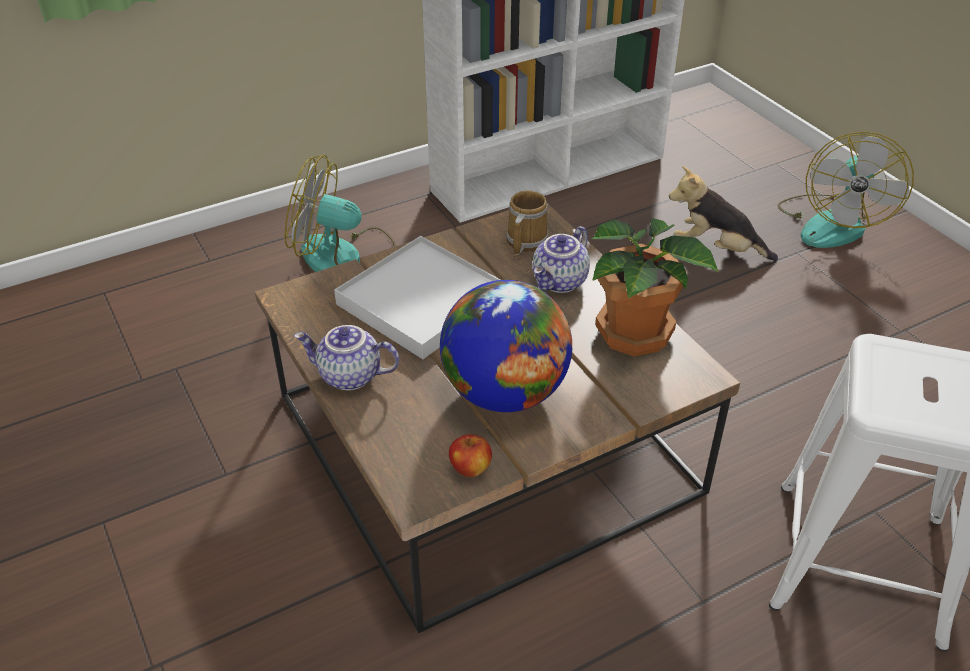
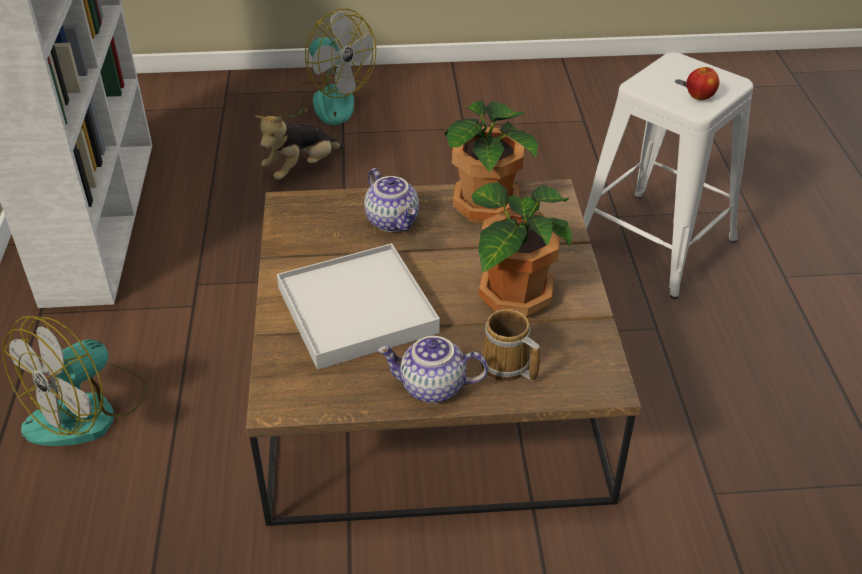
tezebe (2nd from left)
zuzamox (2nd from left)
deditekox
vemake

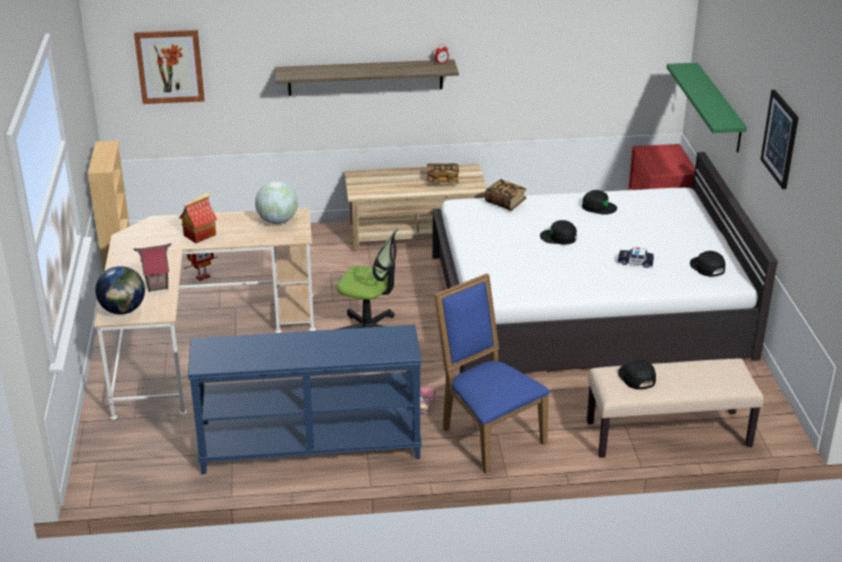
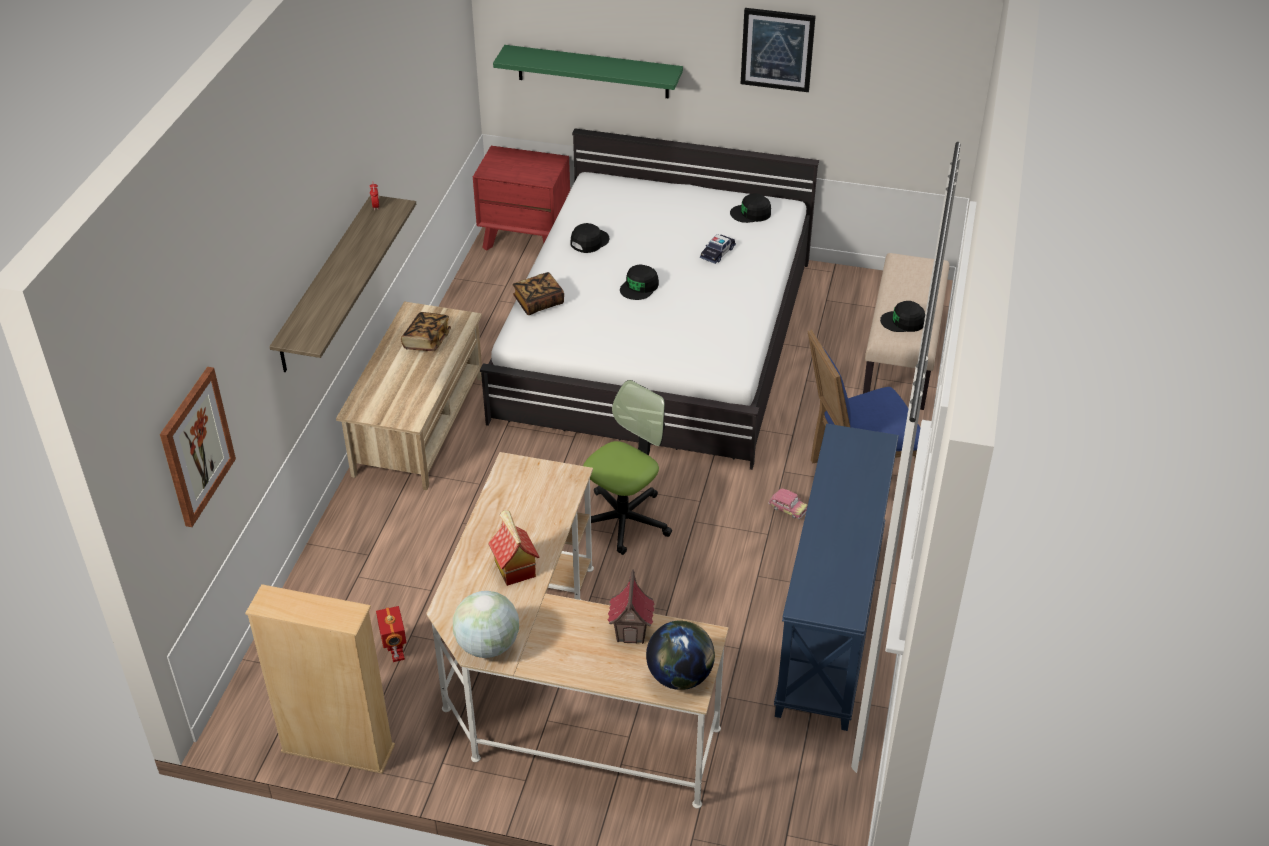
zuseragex (1st from left)

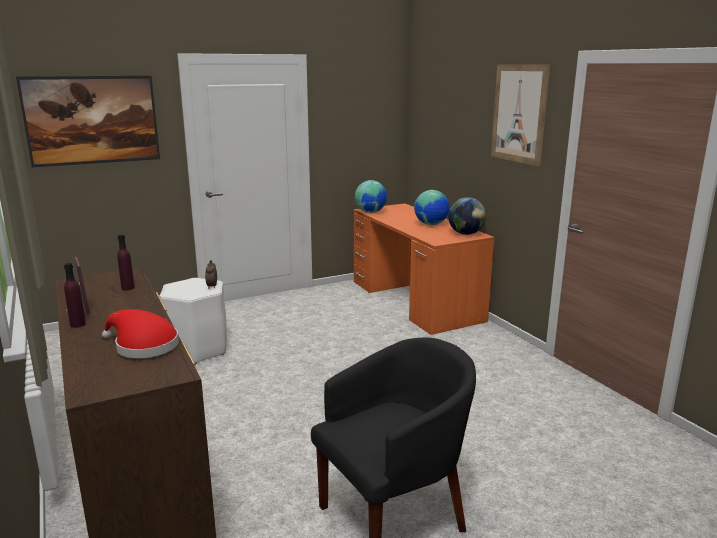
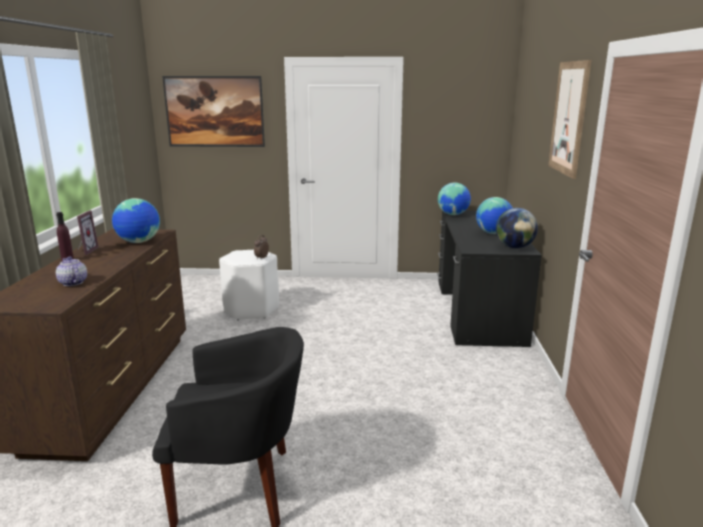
tezebe
zuseragex (1st from left)
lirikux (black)

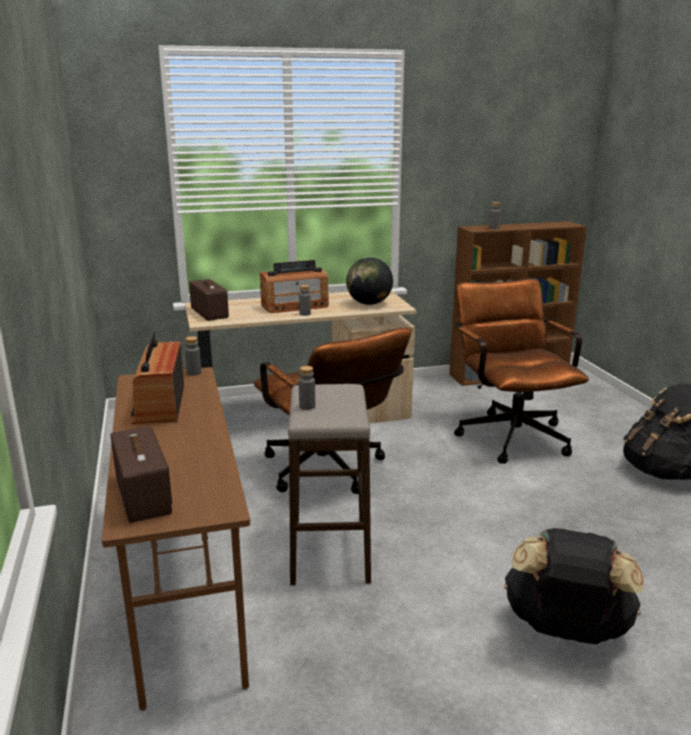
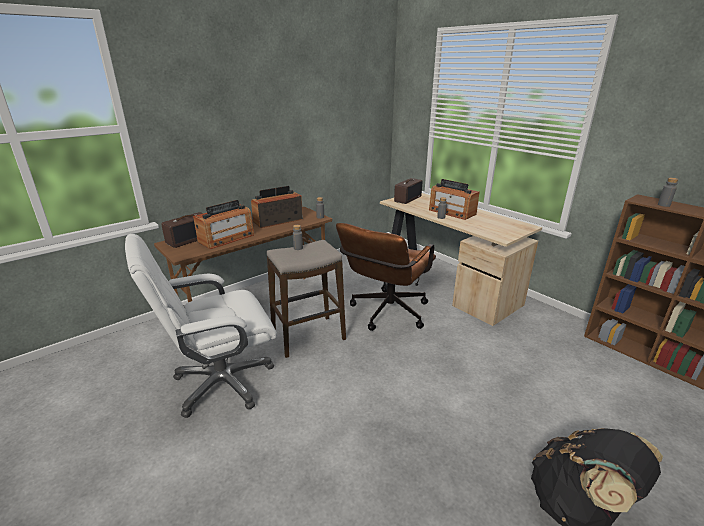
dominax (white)
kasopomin (2nd from left)
zuseragex
dominax (brown) (2nd from left in the first image)
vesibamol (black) (1st from left in the first image)

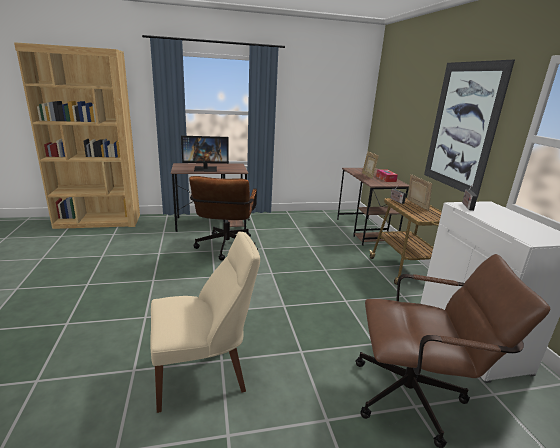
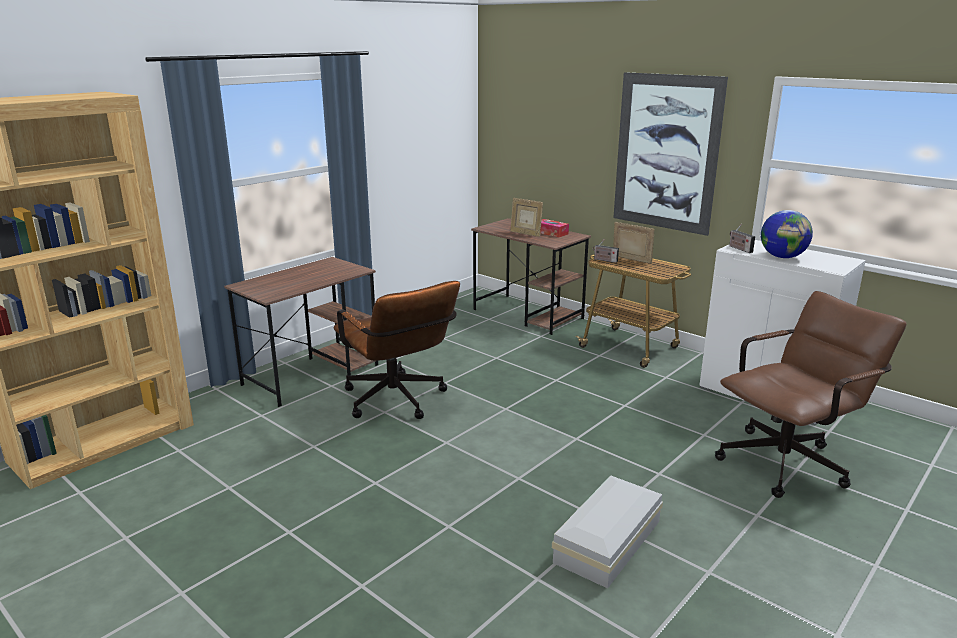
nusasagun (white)
zuseragex
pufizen

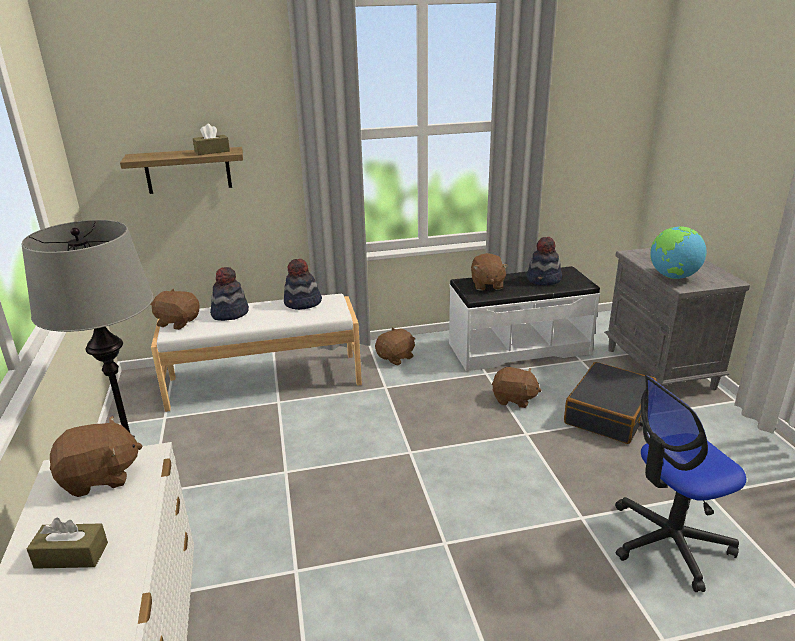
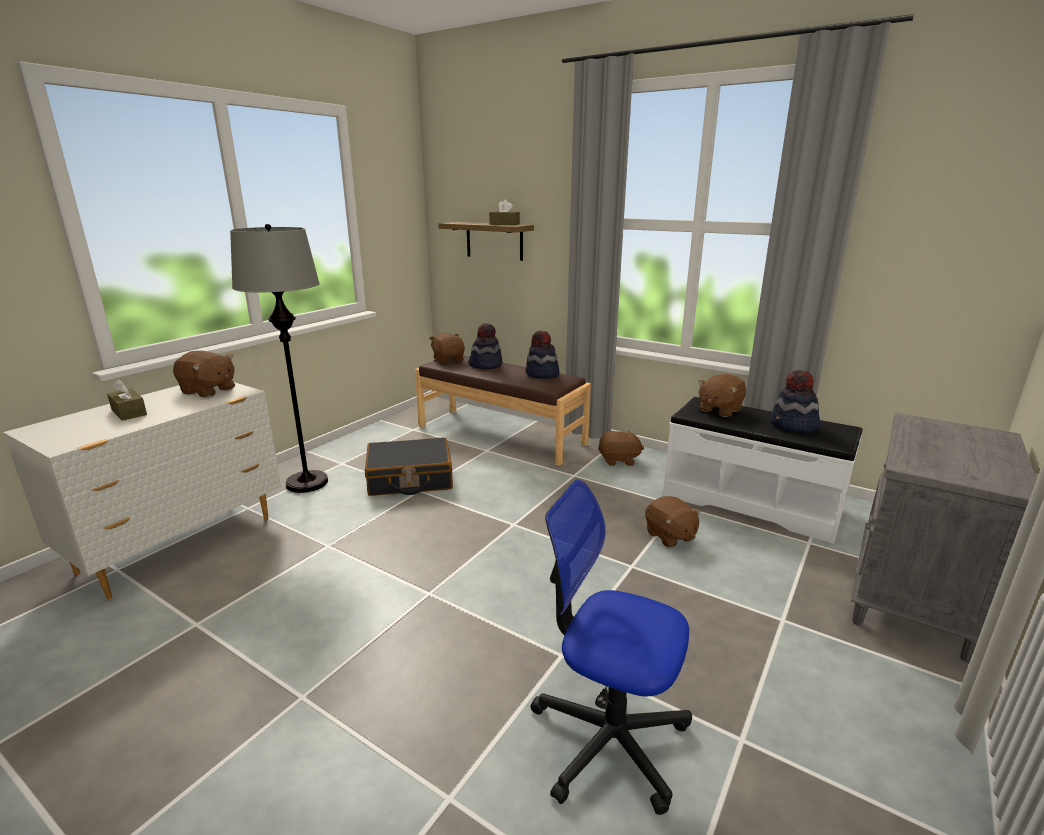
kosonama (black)
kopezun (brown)
zuseragex

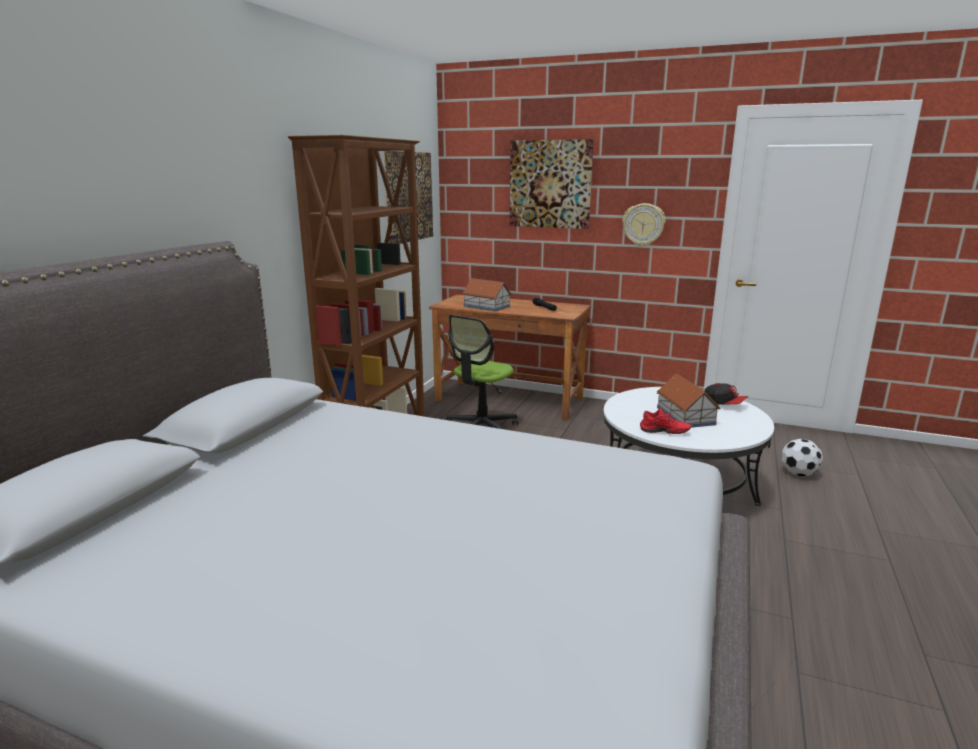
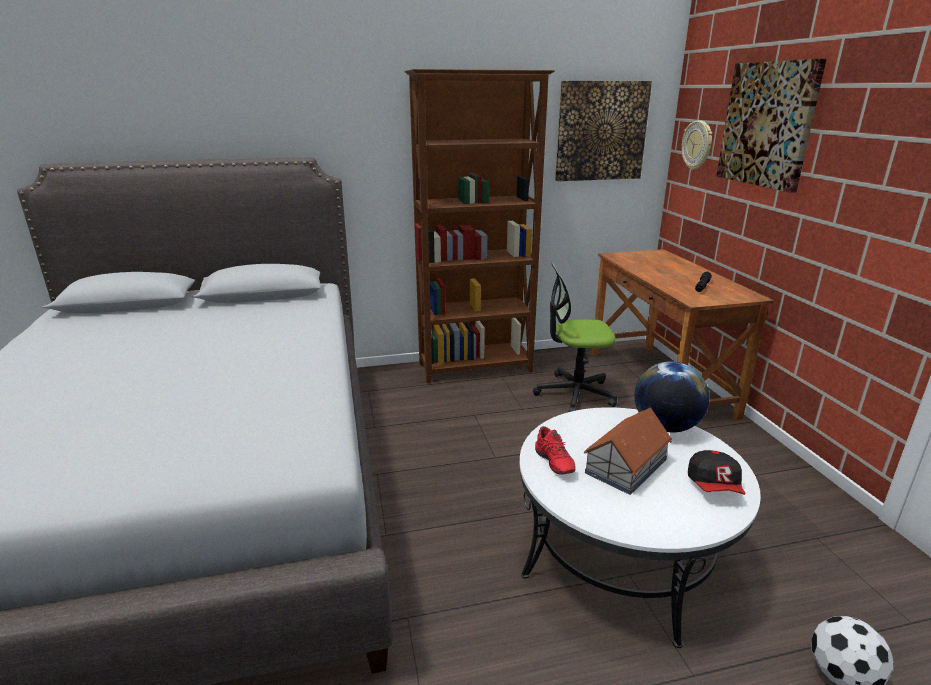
zuseragex
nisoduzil
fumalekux (1st from left in the first image)

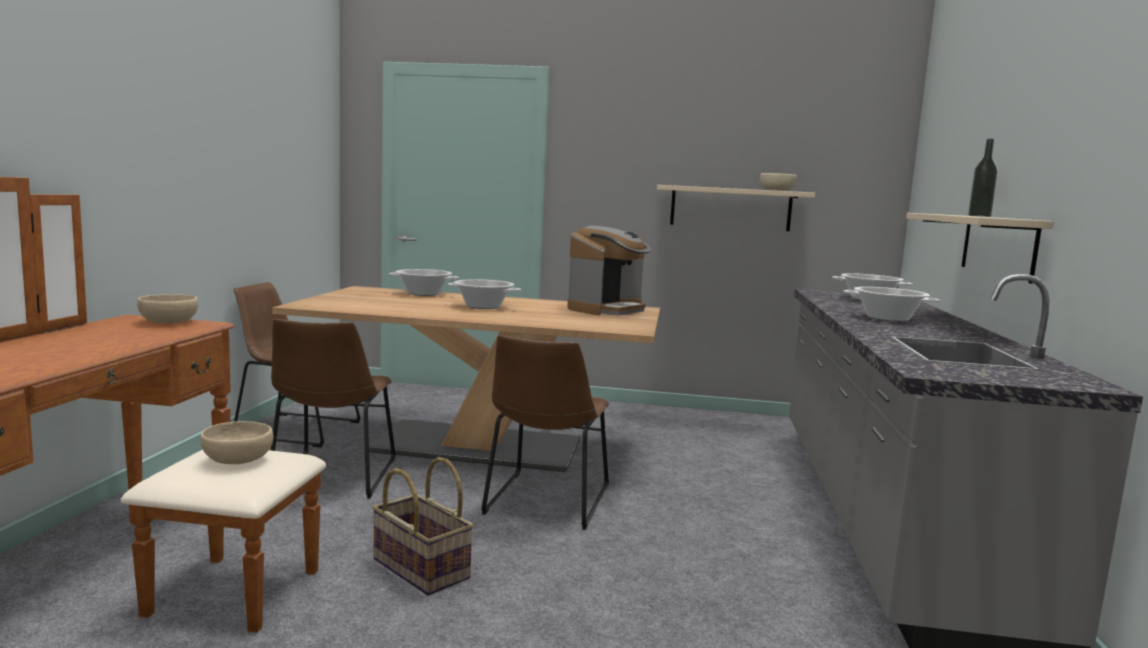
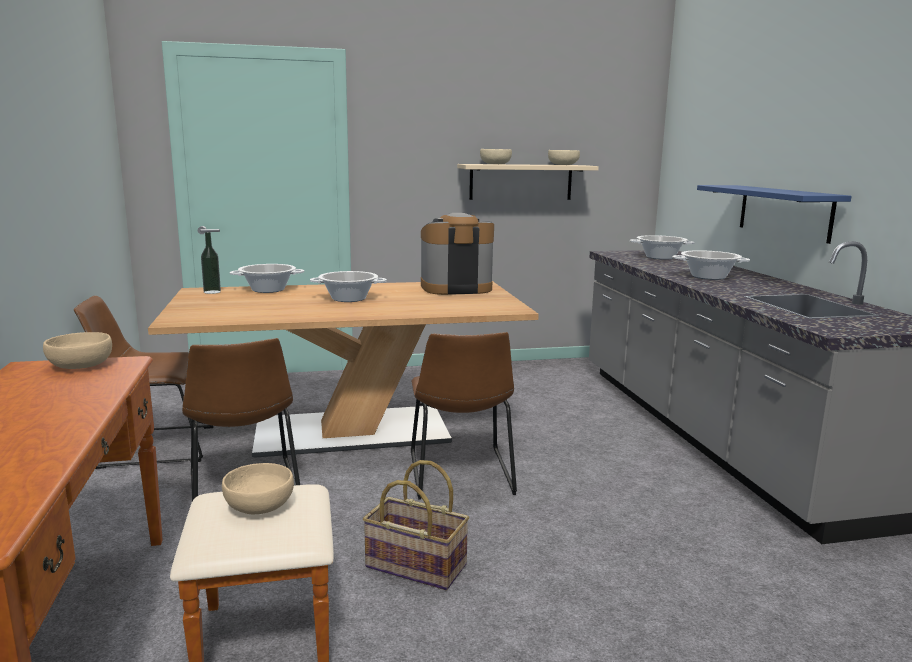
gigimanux
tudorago
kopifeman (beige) (3rd from left)
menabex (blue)

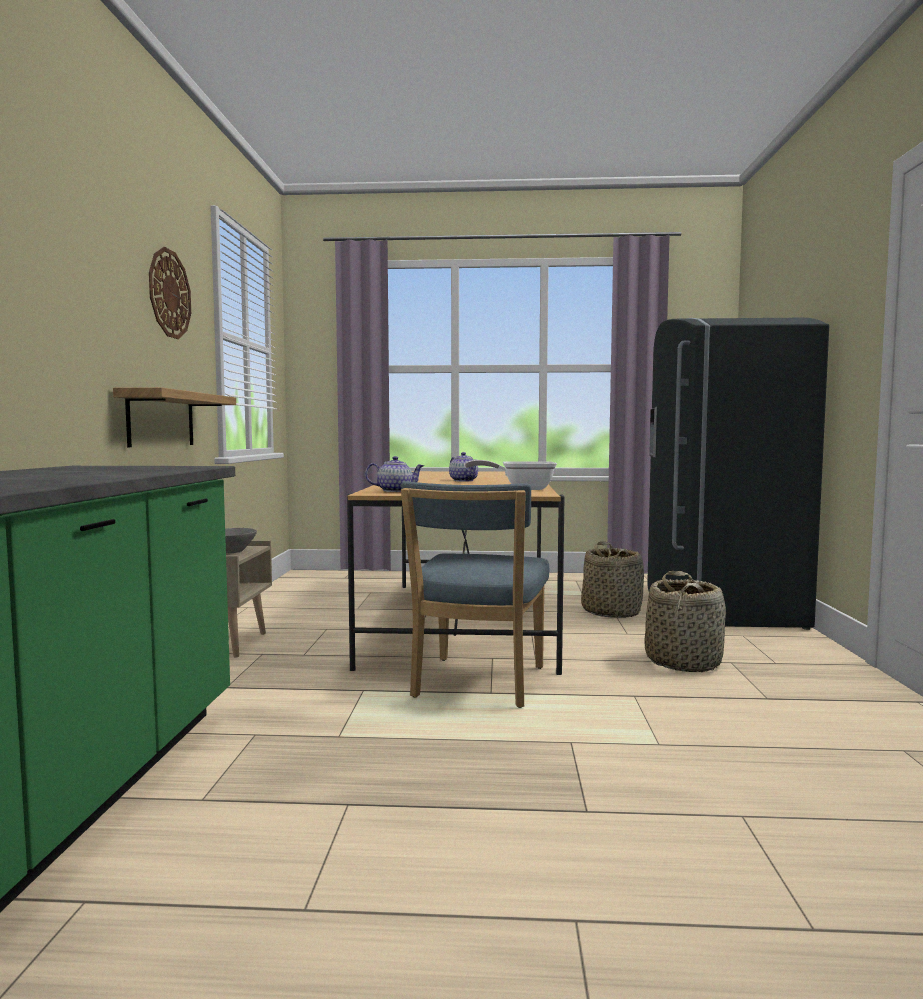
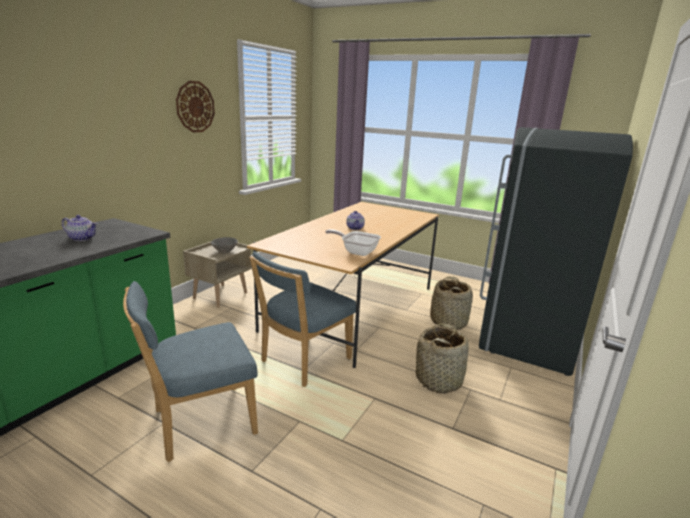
tezebe (1st from left)
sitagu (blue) (1st from left)
menabex

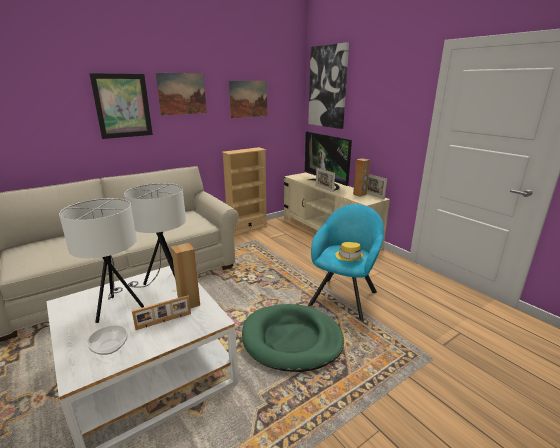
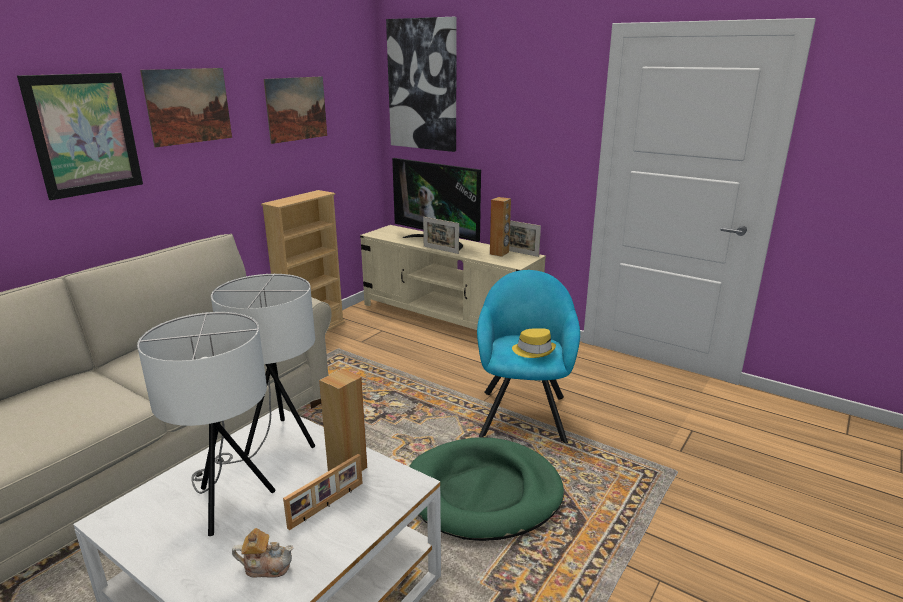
tezebe

